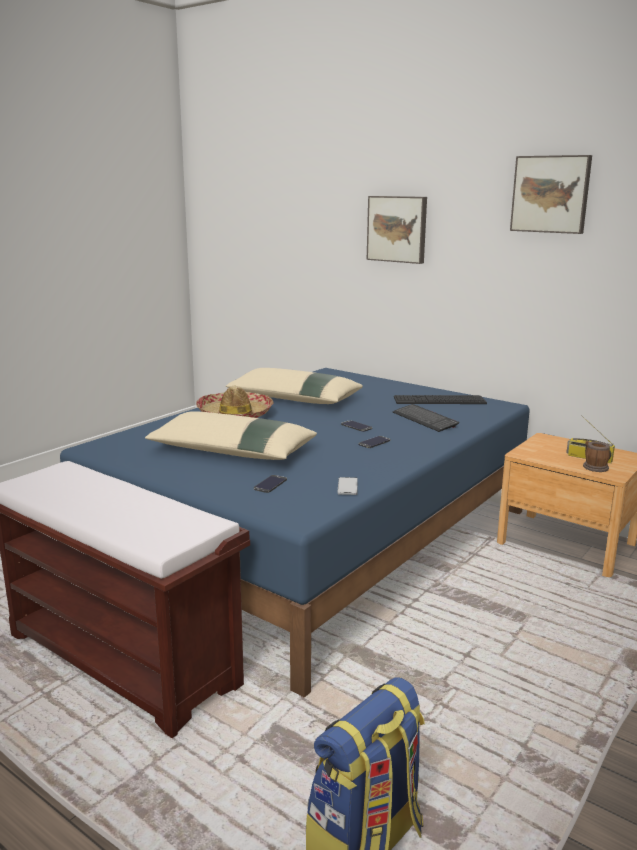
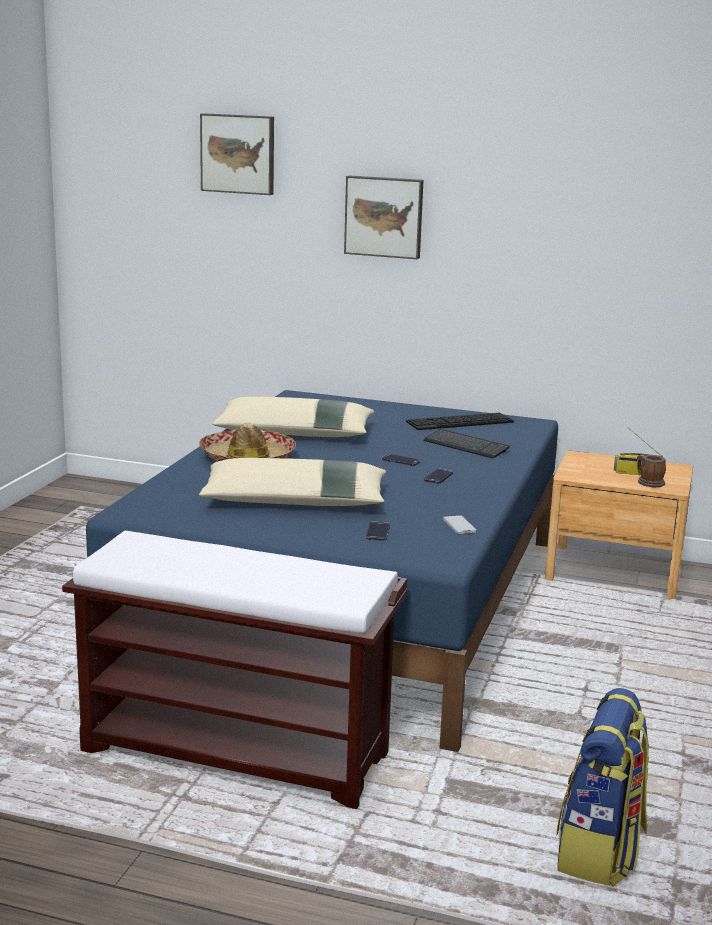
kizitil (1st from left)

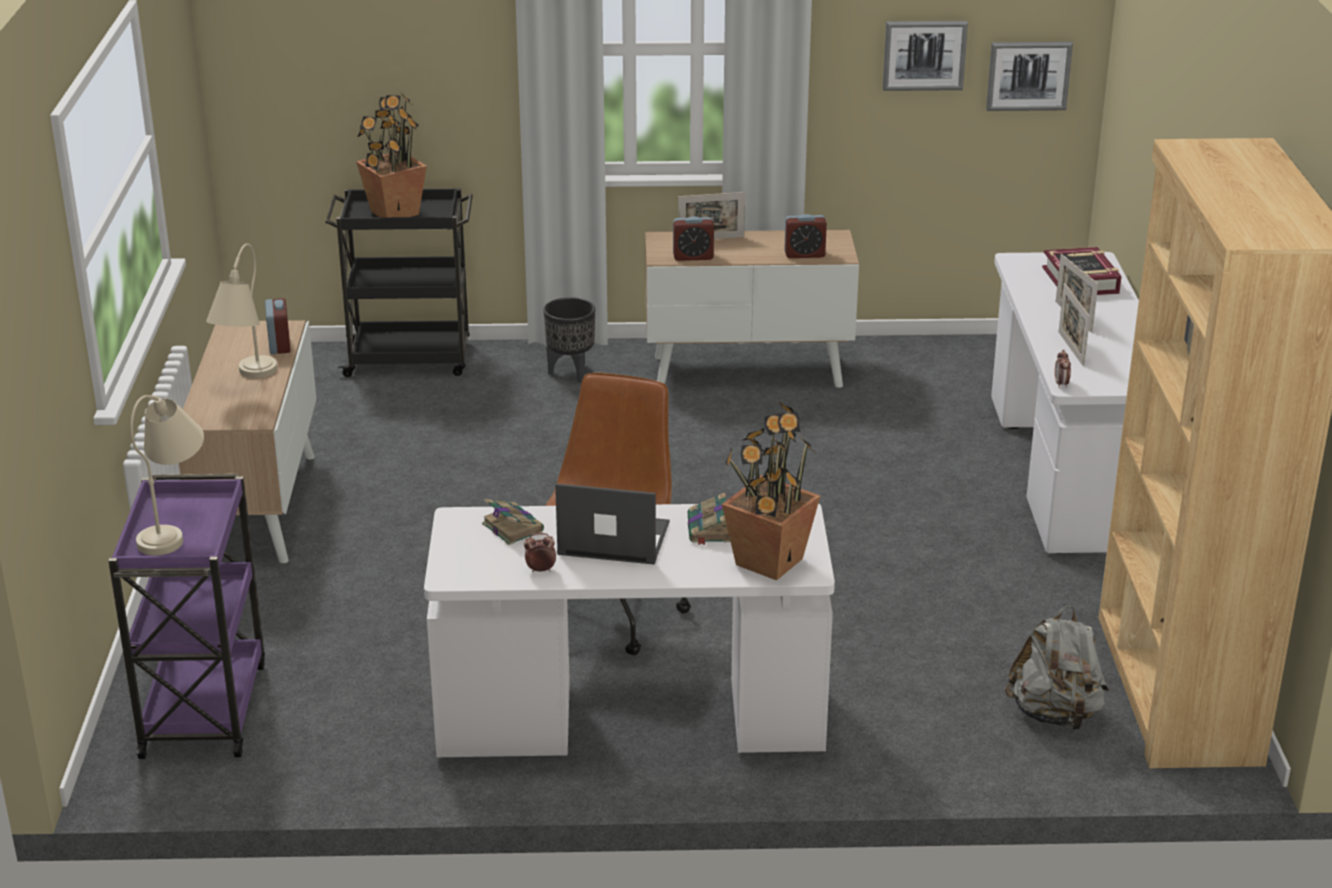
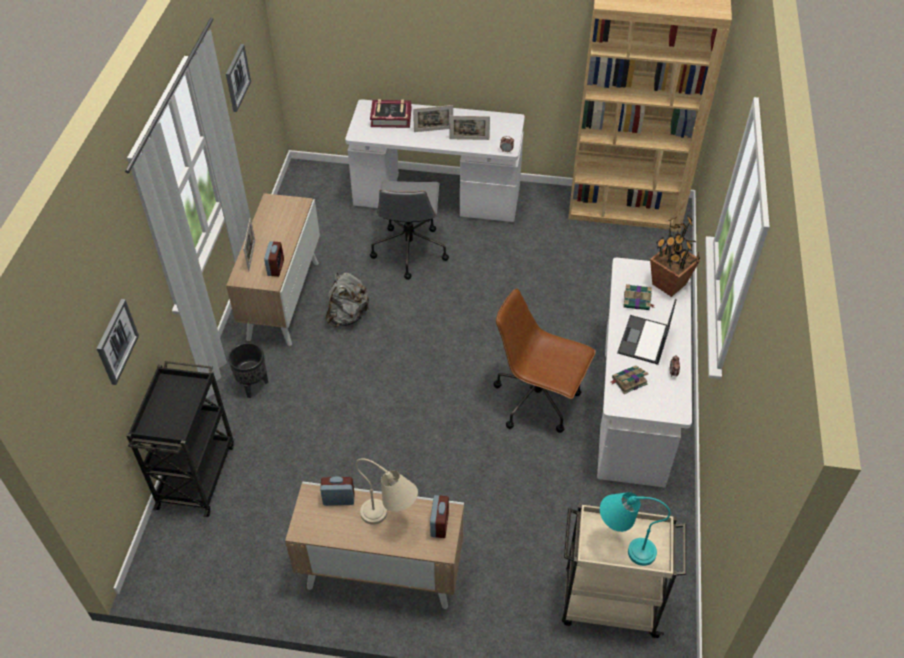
kizitil (1st from left)
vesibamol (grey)
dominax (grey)
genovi (3rd from left)
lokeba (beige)
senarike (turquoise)
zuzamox (1st from left in the first image)

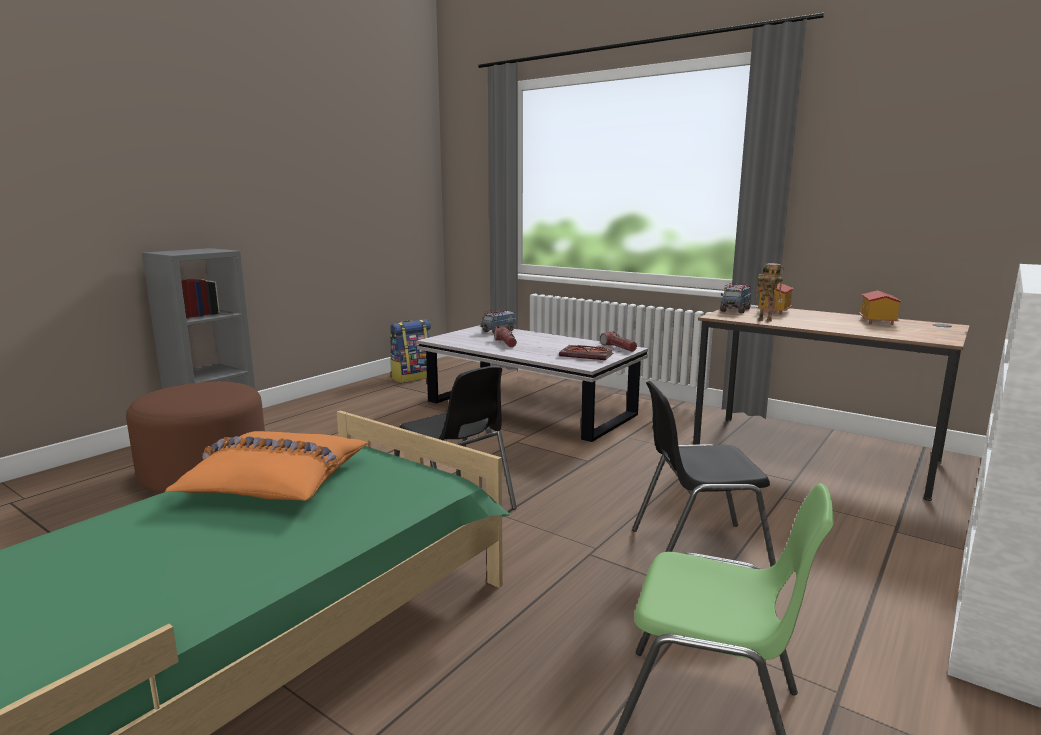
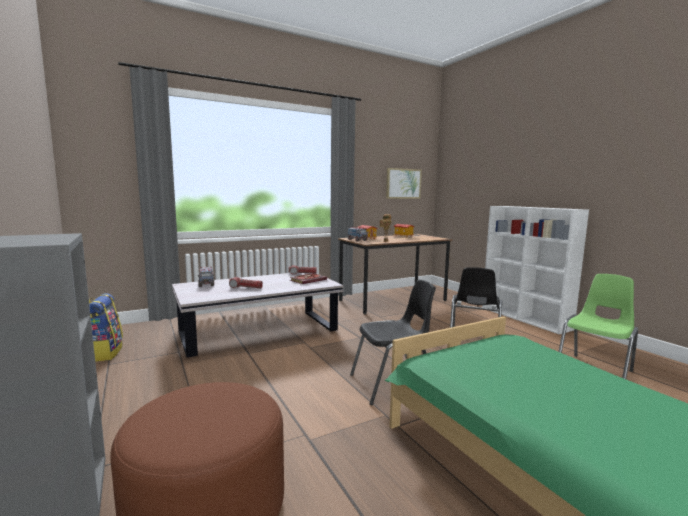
kizitil
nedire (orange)

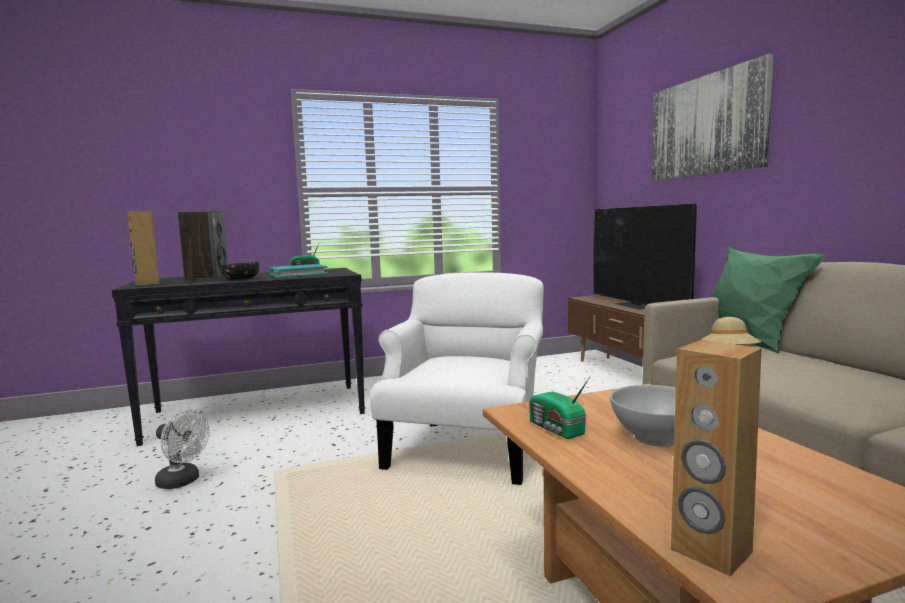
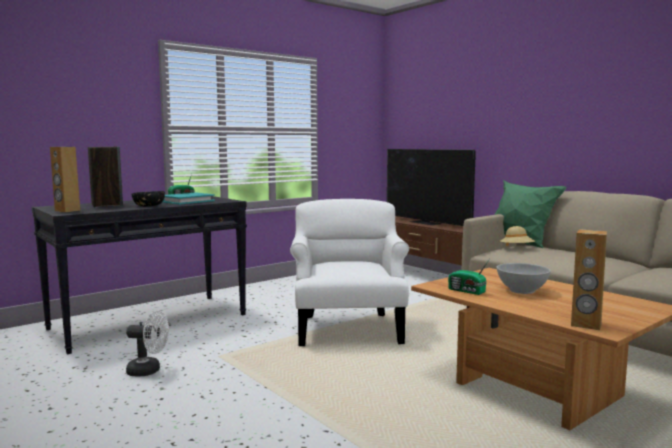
kizitil

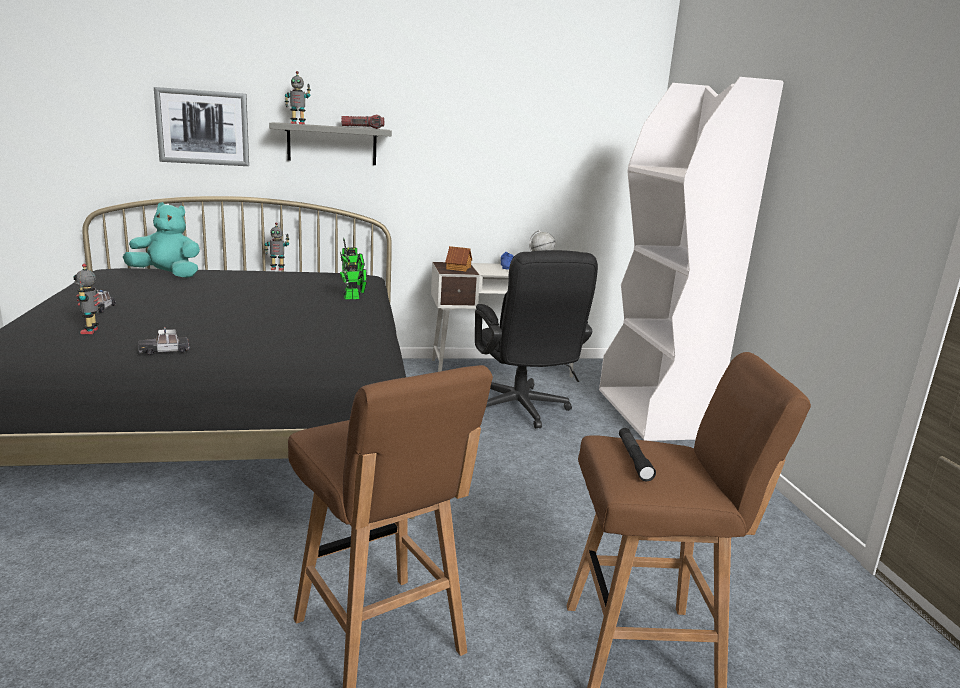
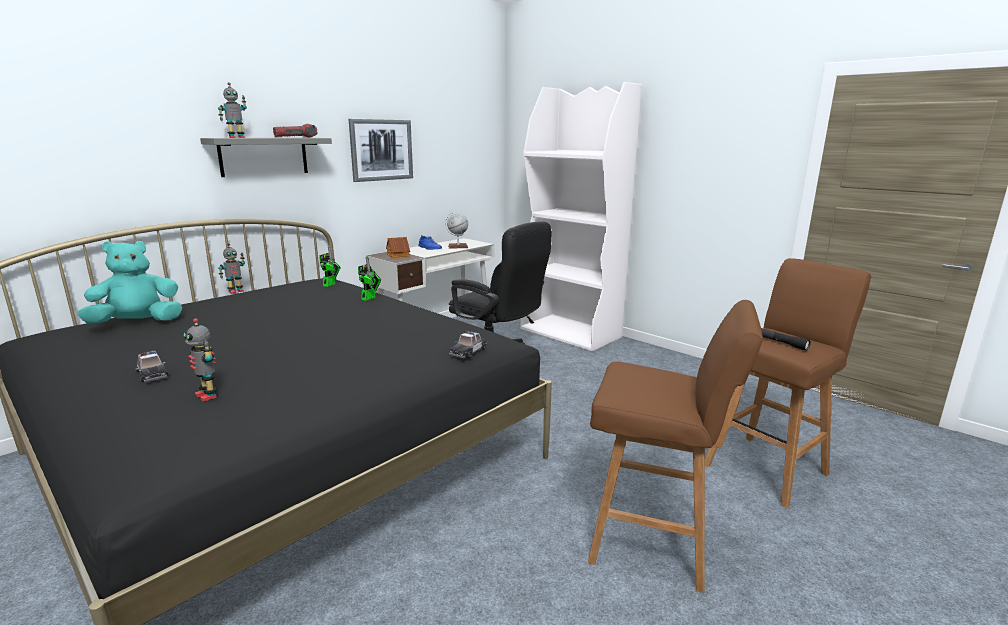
kizitil
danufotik (2nd from left)

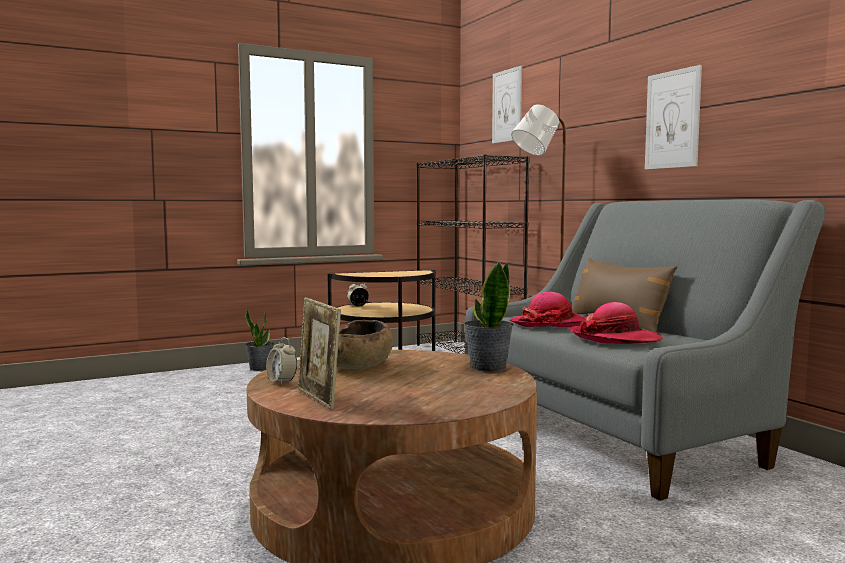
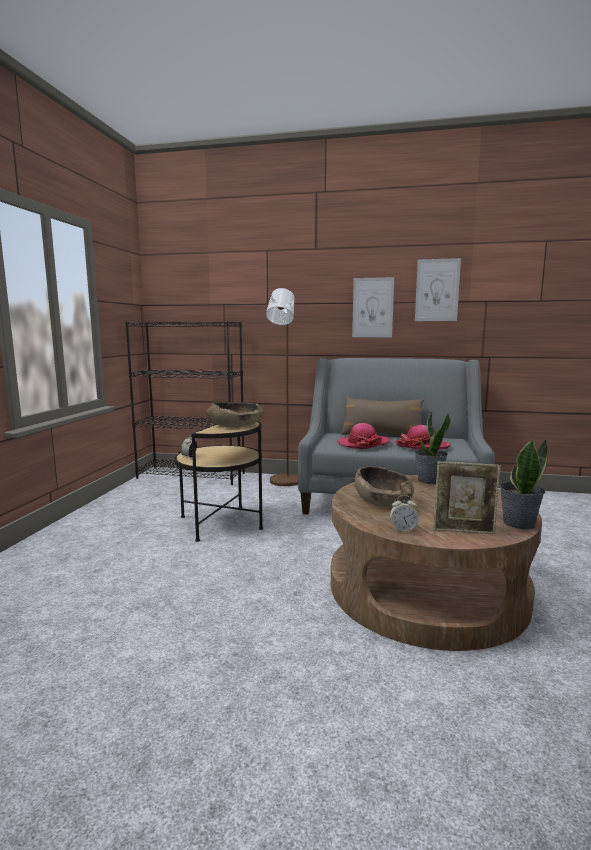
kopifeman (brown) (1st from left)
kizitil (2nd from left)
zuzamox (2nd from left)

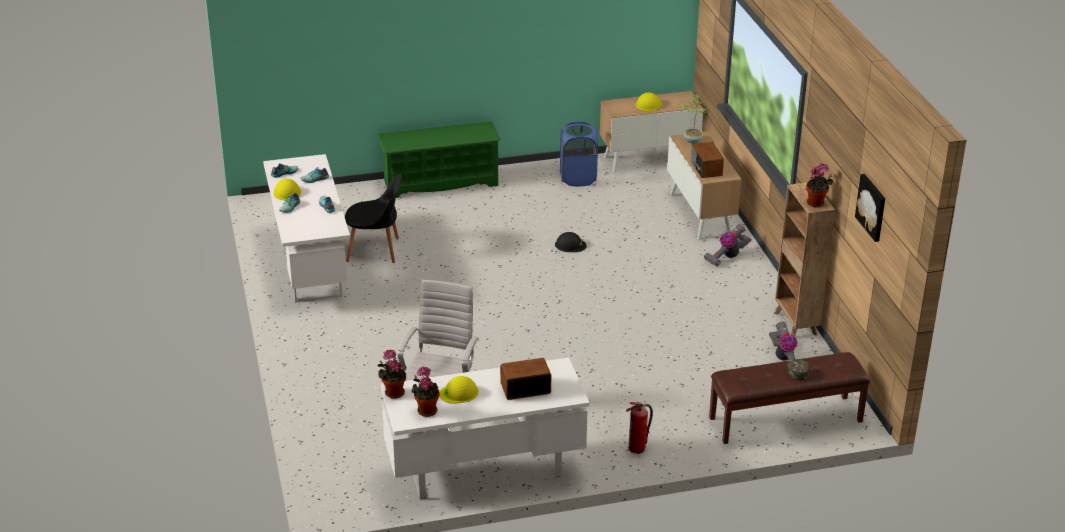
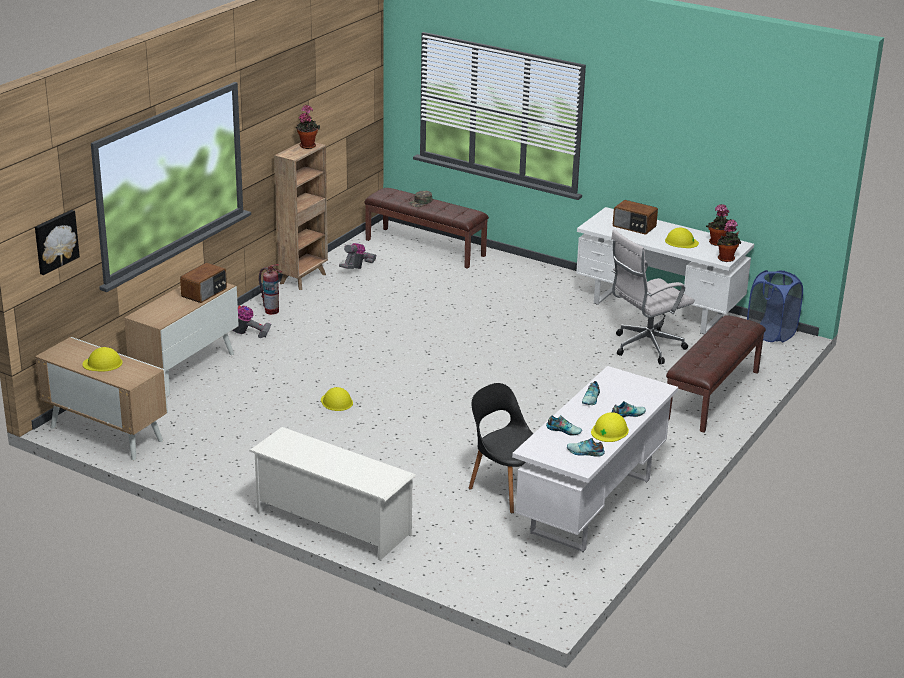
kizitil
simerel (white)
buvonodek
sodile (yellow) (2nd from left)
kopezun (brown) (2nd from left)
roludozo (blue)
zuzamox (3rd from left in the first image)

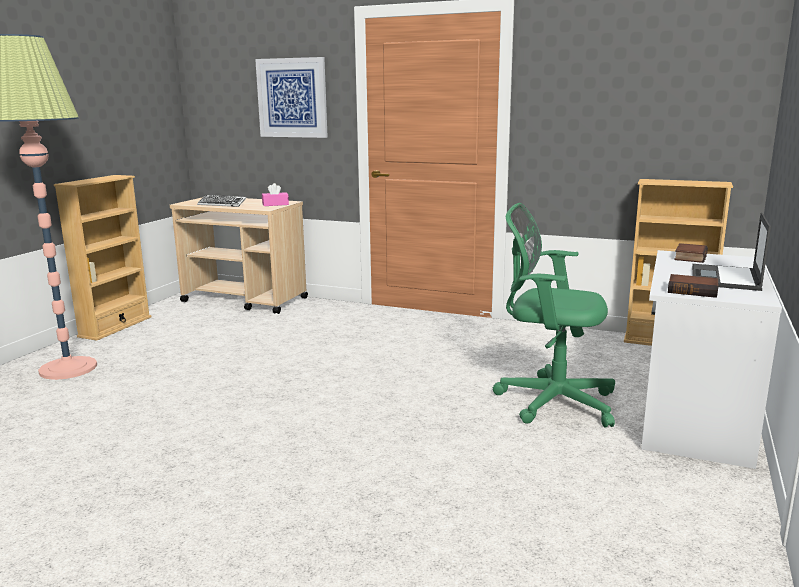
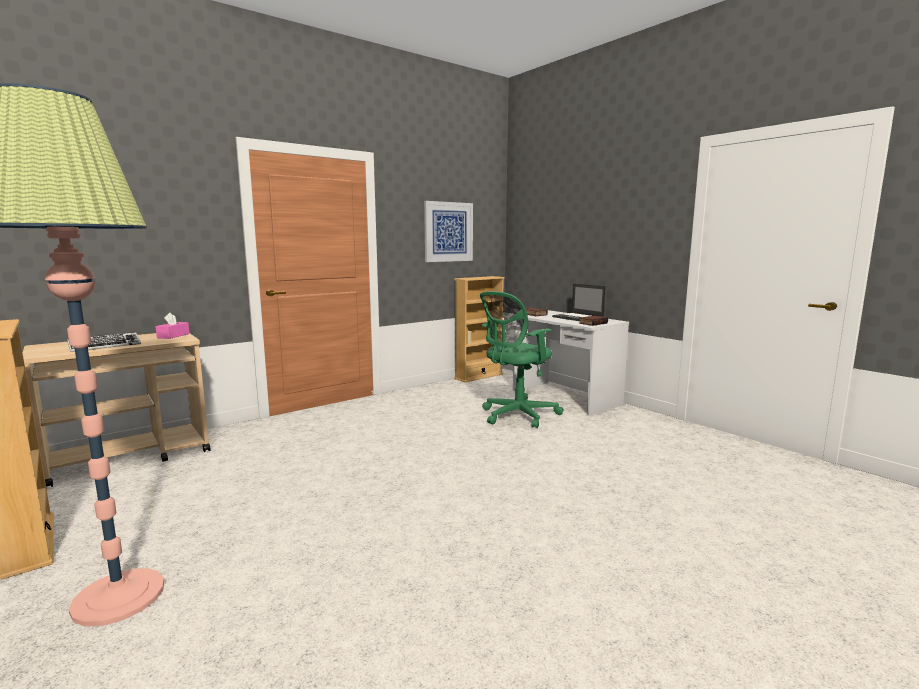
kizitil

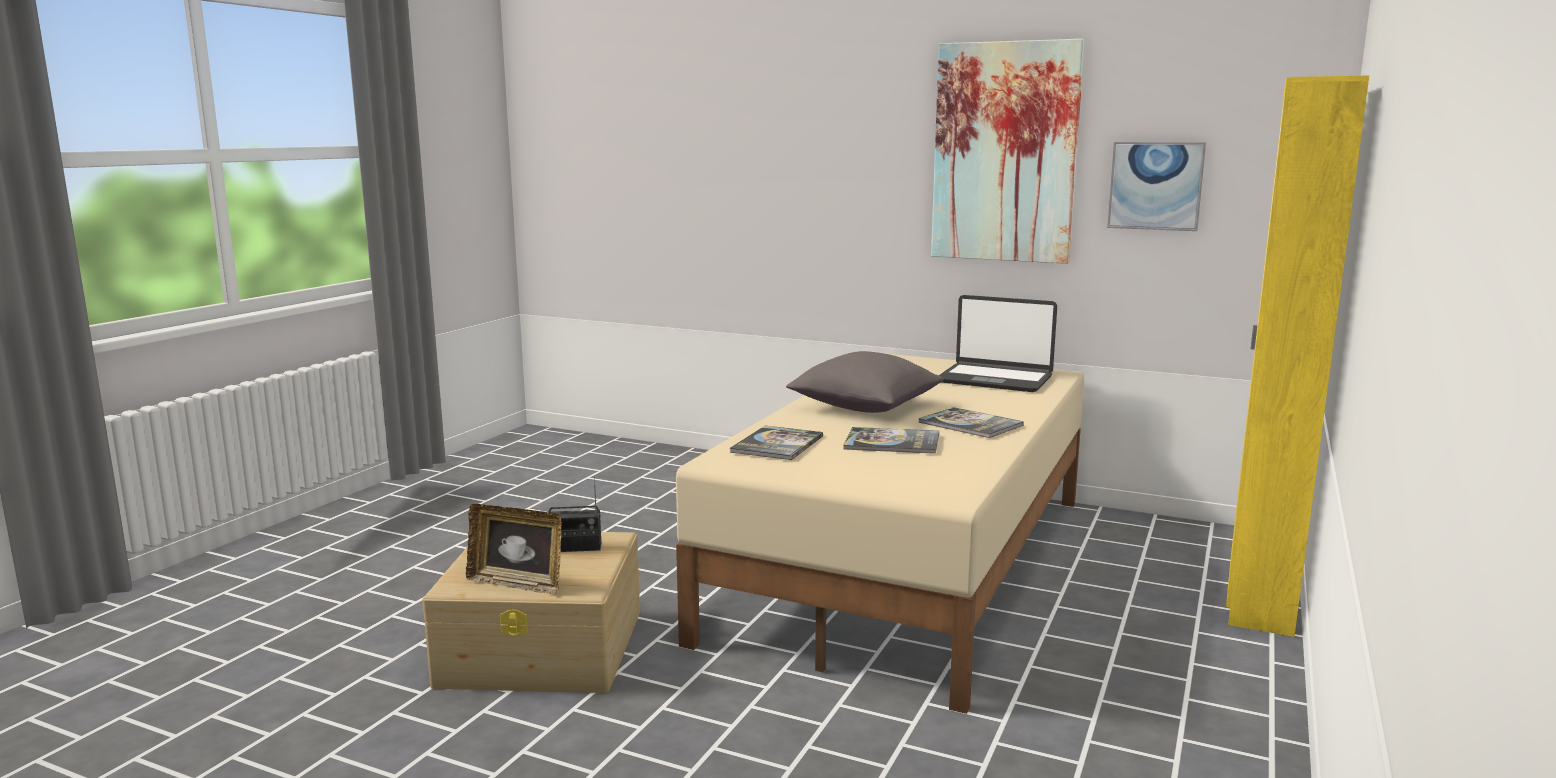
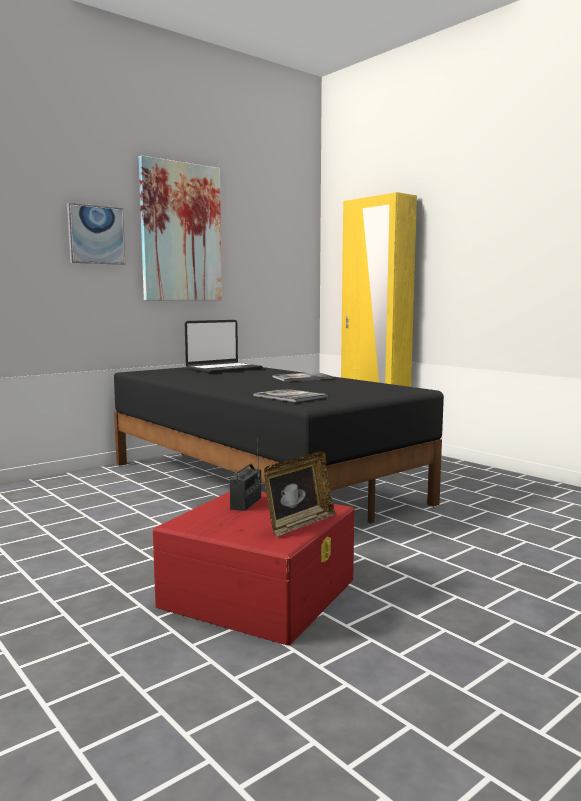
kizitil (1st from left)
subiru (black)
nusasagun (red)
nedire (grey)
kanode (2nd from left in the first image)

